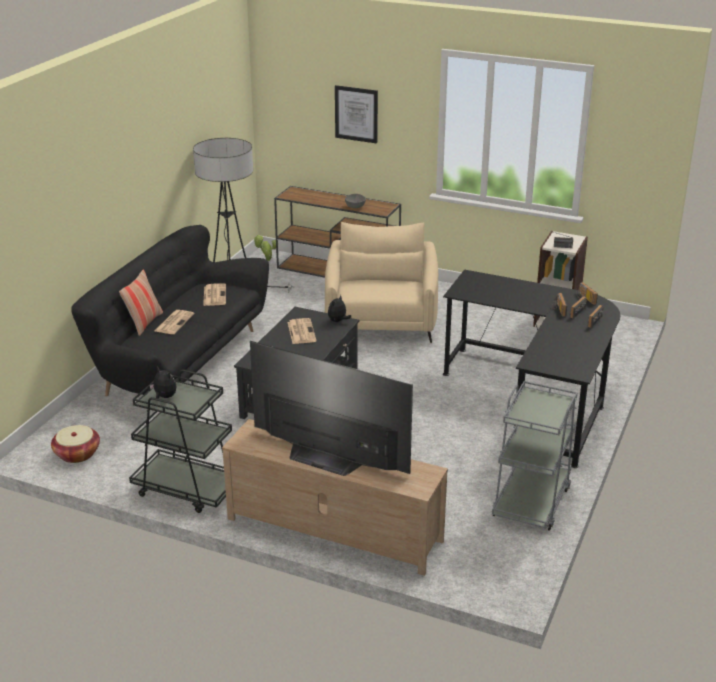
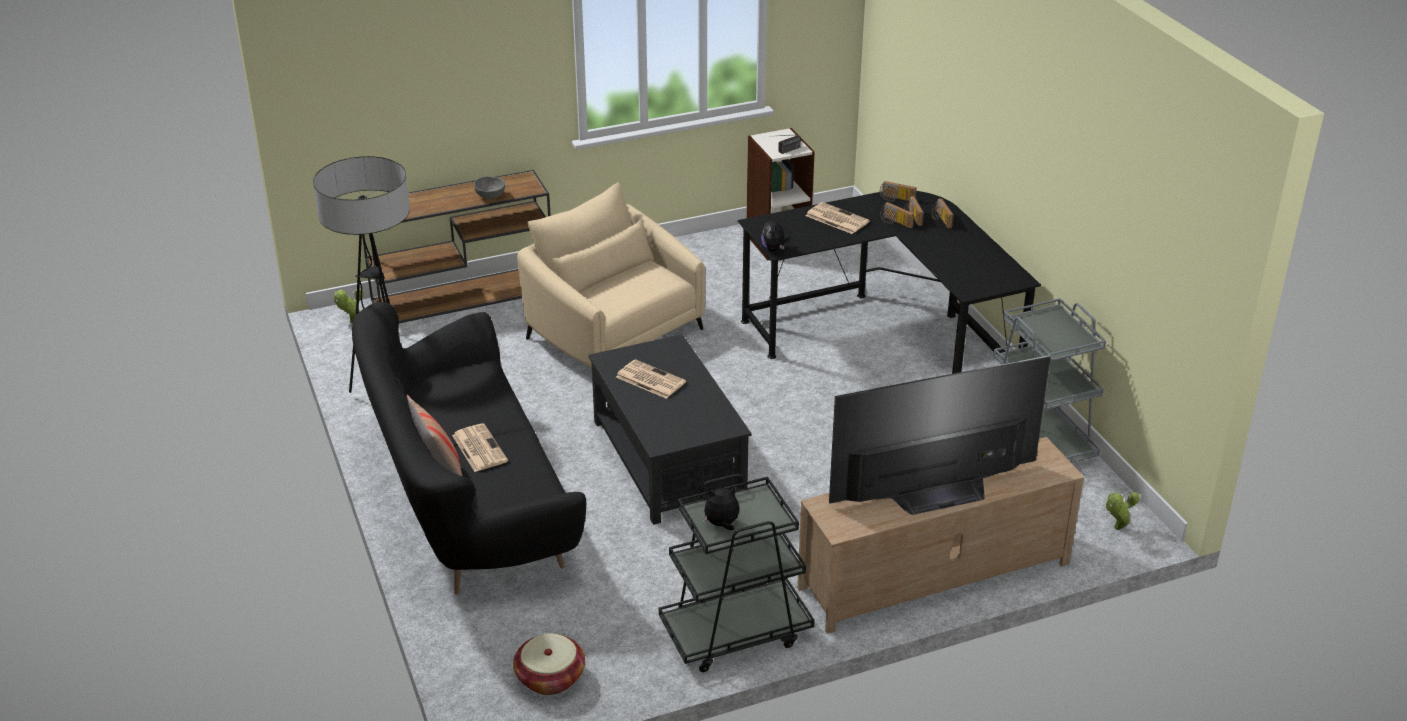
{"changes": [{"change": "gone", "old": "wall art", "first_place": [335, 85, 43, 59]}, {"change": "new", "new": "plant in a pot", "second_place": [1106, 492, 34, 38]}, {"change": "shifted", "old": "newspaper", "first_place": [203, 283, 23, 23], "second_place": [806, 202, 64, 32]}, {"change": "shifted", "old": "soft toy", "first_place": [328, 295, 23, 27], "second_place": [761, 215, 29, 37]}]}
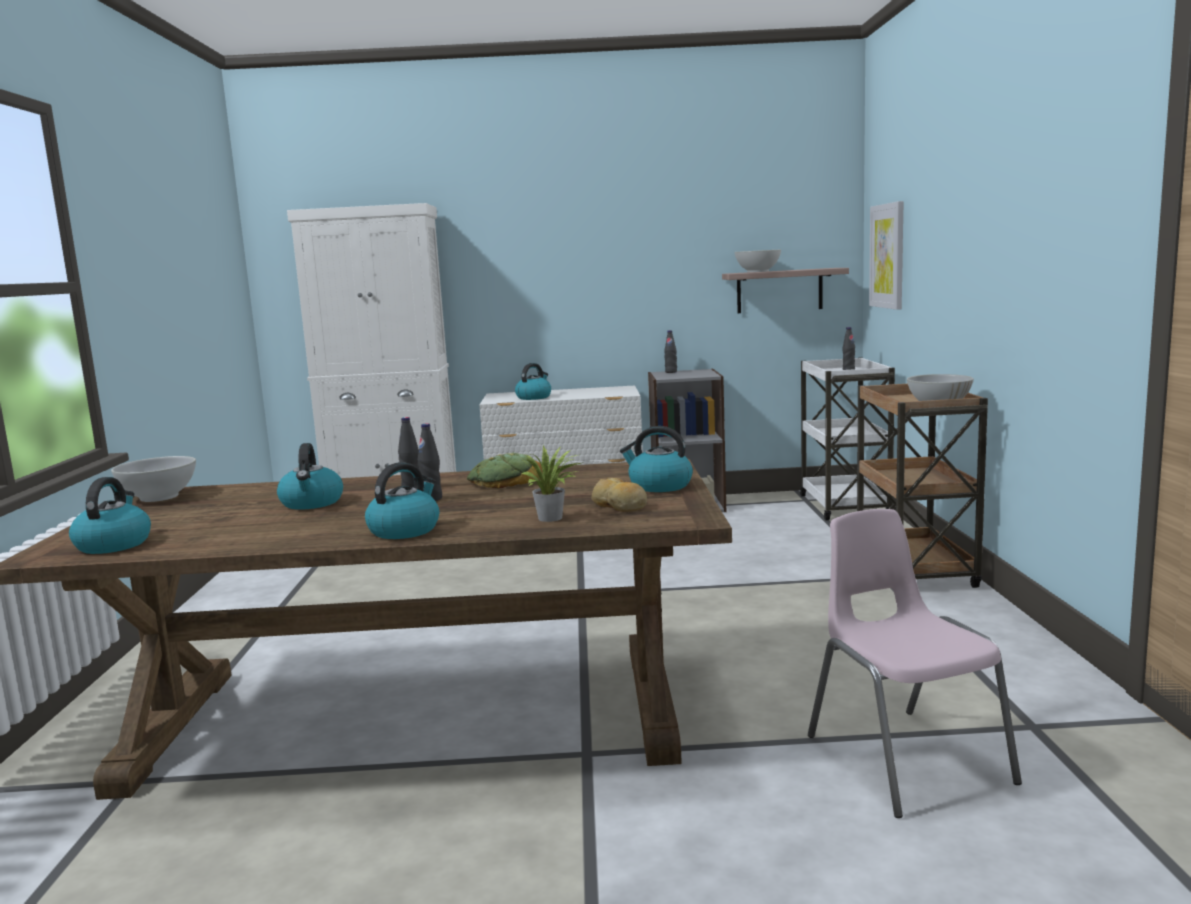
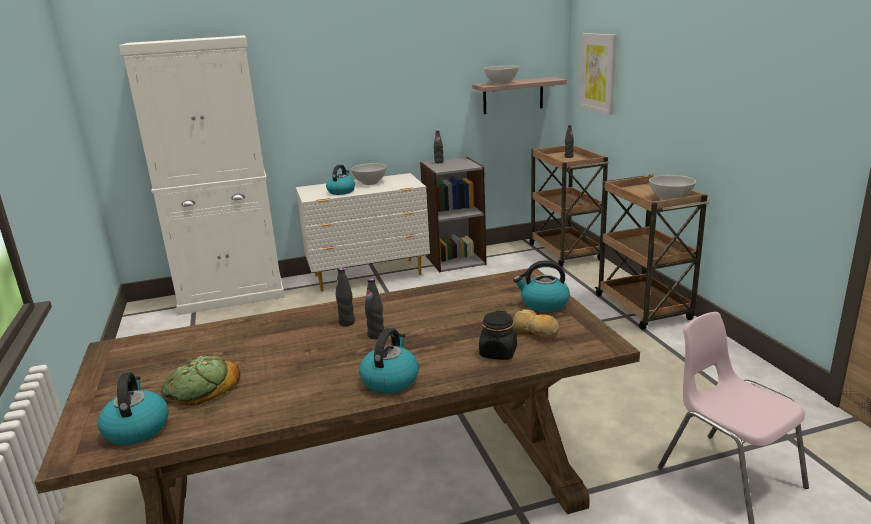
{"changes": [{"change": "gone", "old": "water kettle", "first_place": [277, 443, 66, 67]}, {"change": "shifted", "old": "bowl in whitish", "first_place": [111, 456, 85, 46], "second_place": [351, 163, 36, 22]}, {"change": "shifted", "old": "bakery bread", "first_place": [467, 453, 76, 36], "second_place": [161, 356, 79, 50]}, {"change": "swapped", "old": "plant in a pot", "new": "storage jar in black-coloured", "first_place": [522, 445, 59, 77], "second_place": [479, 311, 38, 49]}, {"change": "repainted", "old": "trolley in whitish", "new": "trolley in brown-coloured", "first_place": [800, 357, 95, 164], "second_place": [529, 145, 80, 122]}]}
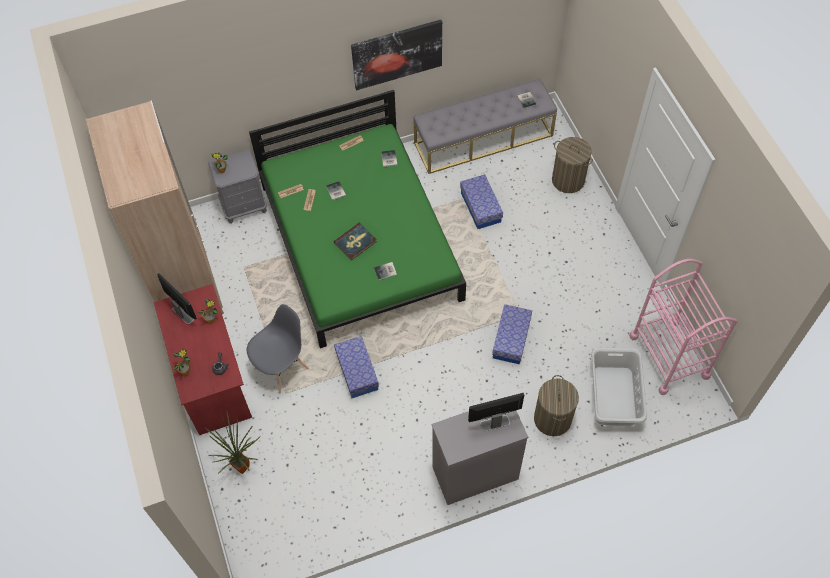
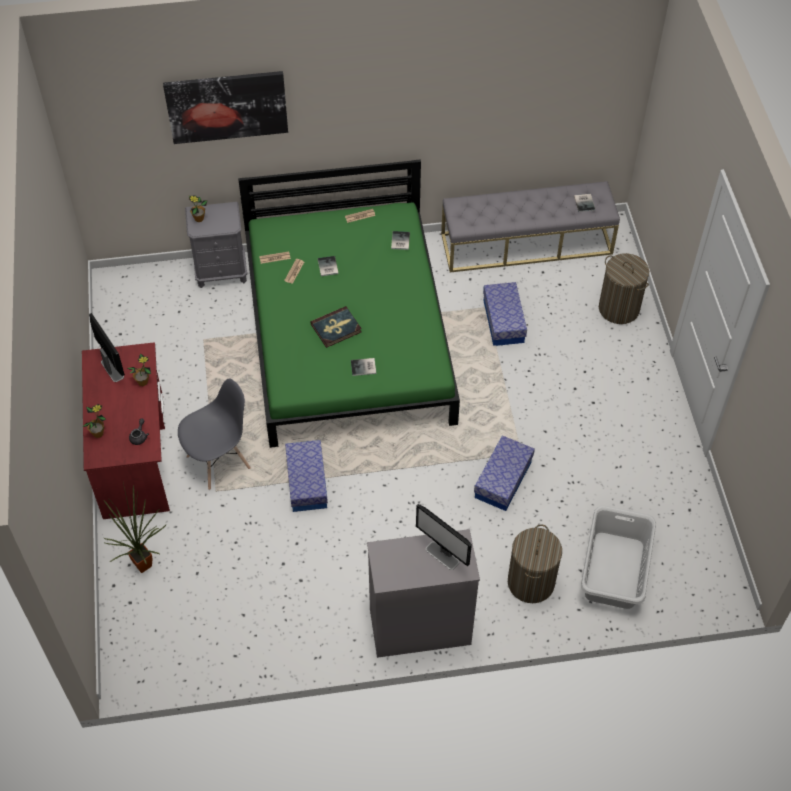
{"changes": [{"change": "gone", "old": "armoire in beige-coloured", "first_place": [86, 101, 138, 213]}, {"change": "gone", "old": "trolley in pinkish", "first_place": [629, 259, 108, 136]}, {"change": "shifted", "old": "wall art", "first_place": [351, 20, 91, 70], "second_place": [163, 71, 125, 73]}, {"change": "rotated", "old": "monitor", "first_place": [468, 393, 56, 39], "second_place": [416, 504, 56, 66], "degrees": -135}]}
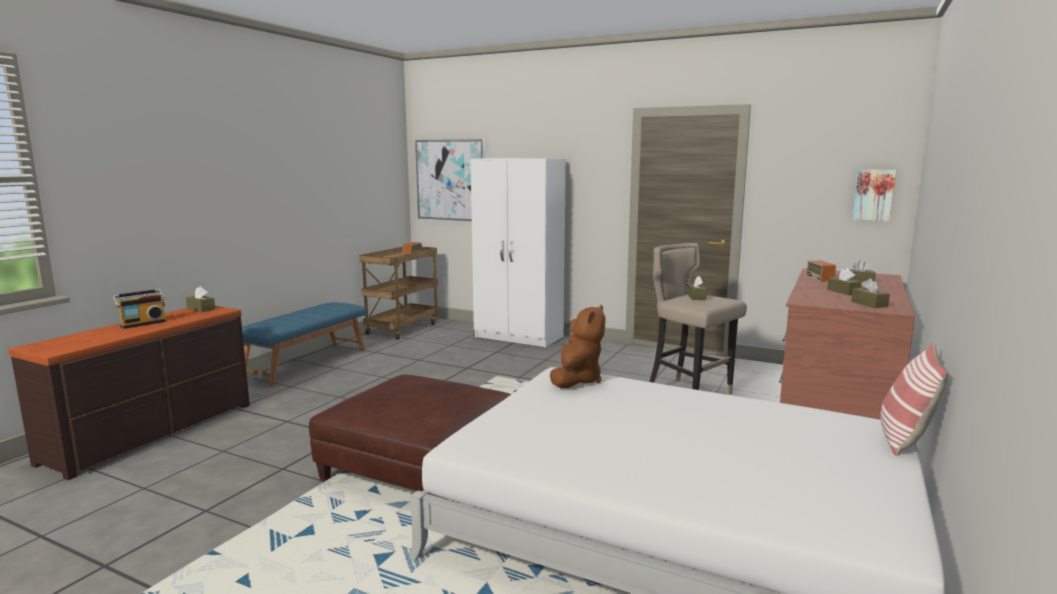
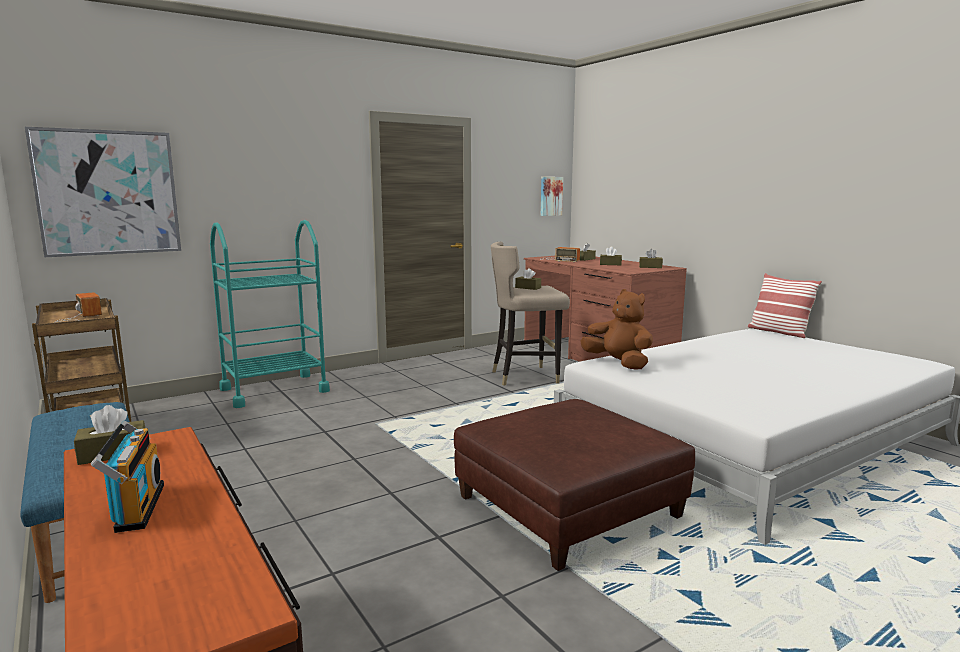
{"changes": [{"change": "swapped", "old": "armoire in whitish", "new": "trolley in blue-green", "first_place": [470, 158, 96, 189], "second_place": [210, 220, 120, 188]}]}
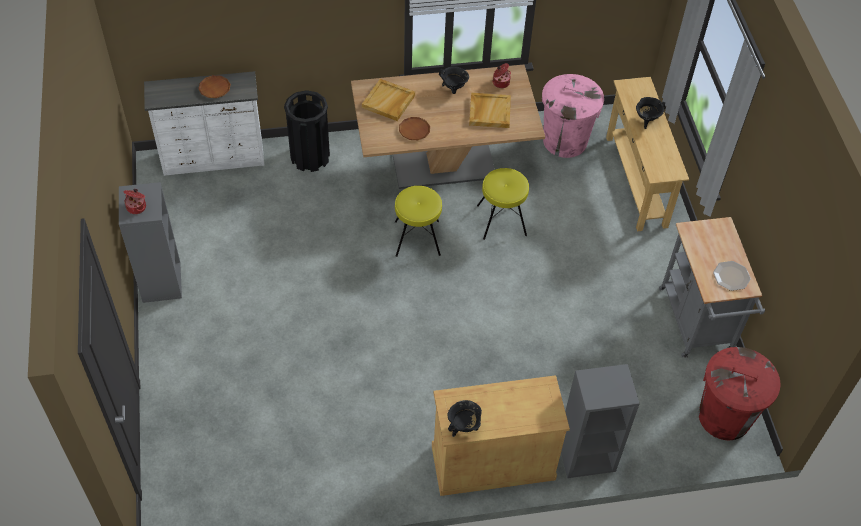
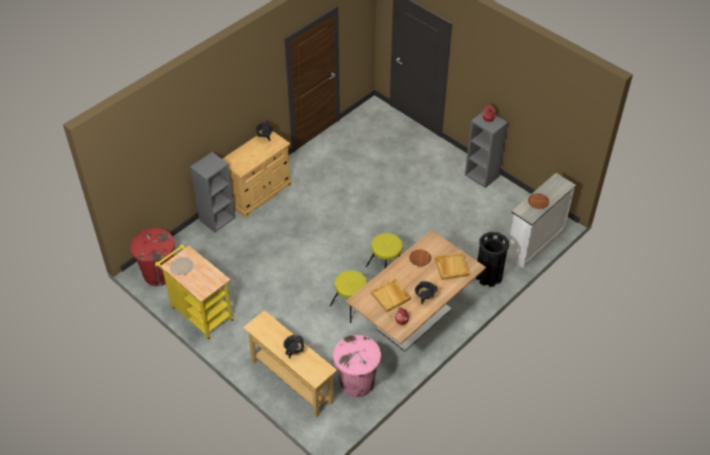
{"changes": [{"change": "repainted", "old": "trolley in grey", "new": "trolley in yellow-coloured", "first_place": [659, 217, 106, 141], "second_place": [155, 245, 79, 95]}]}
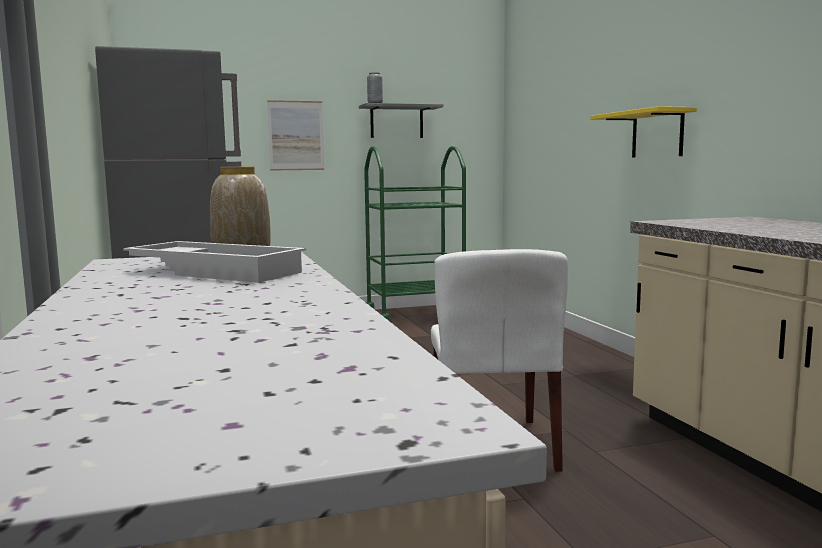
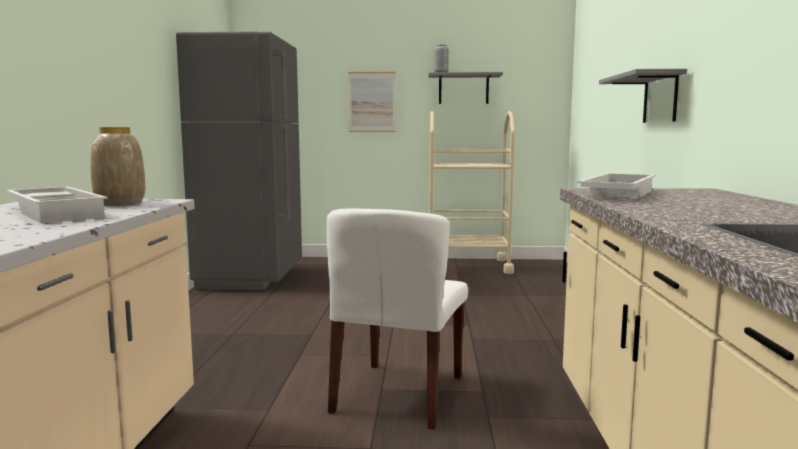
{"changes": [{"change": "new", "new": "serving tray in whitish", "second_place": [577, 173, 78, 25]}, {"change": "repainted", "old": "trolley in green", "new": "trolley in beige-coloured", "first_place": [364, 146, 102, 175], "second_place": [429, 111, 86, 163]}, {"change": "repainted", "old": "wall shelf in yellow-coloured", "new": "wall shelf in grey", "first_place": [590, 106, 107, 52], "second_place": [599, 69, 88, 54]}]}
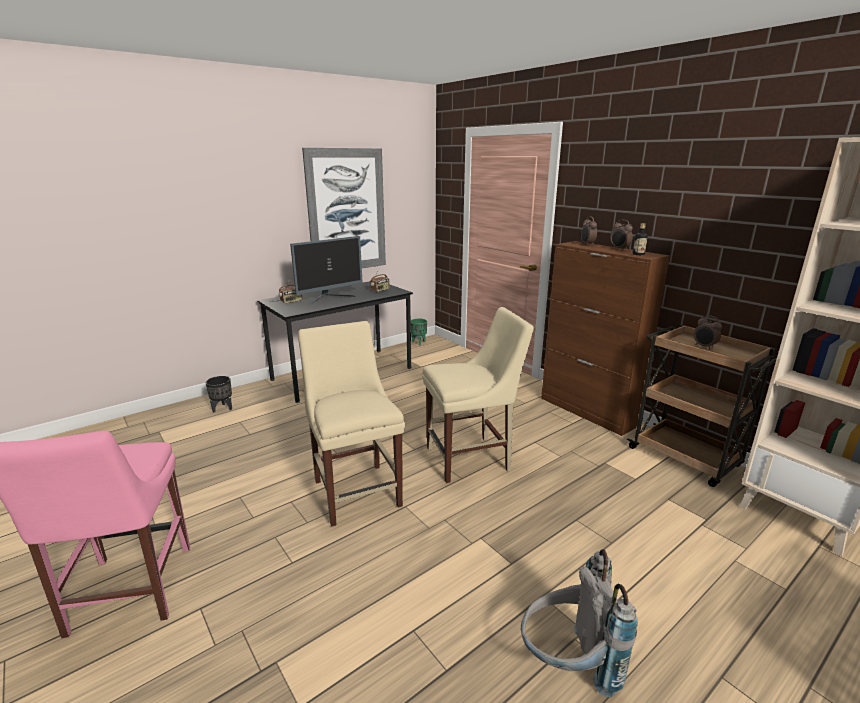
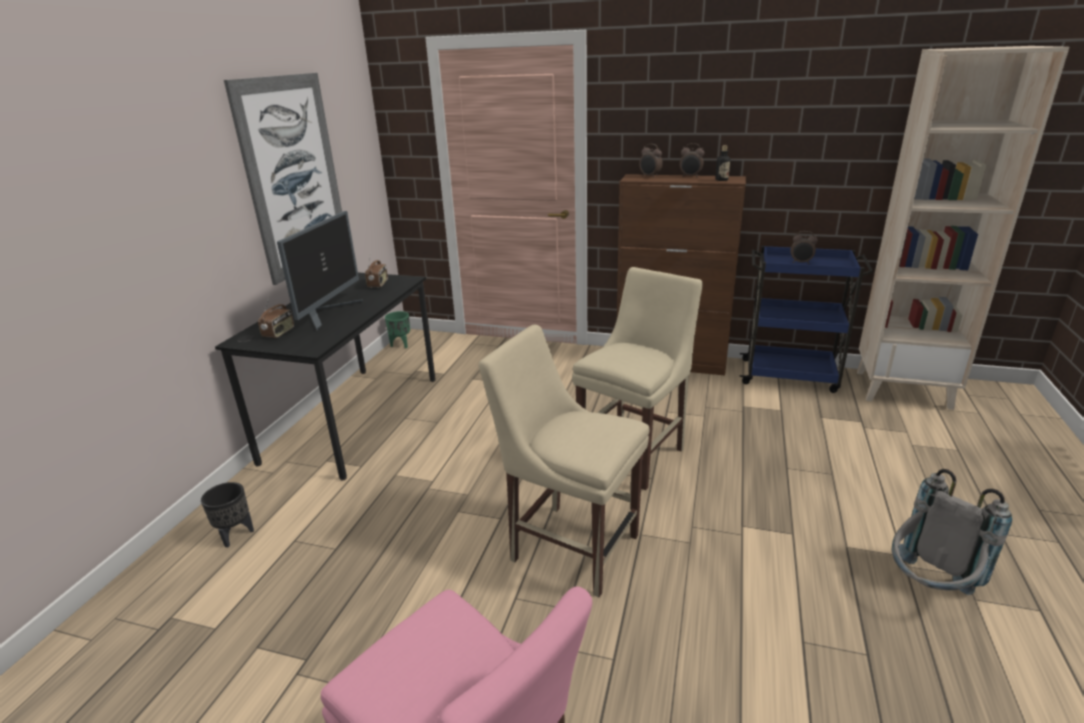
{"changes": [{"change": "repainted", "old": "trolley in brown-coloured", "new": "trolley in blue", "first_place": [627, 325, 151, 162], "second_place": [739, 246, 134, 147]}]}
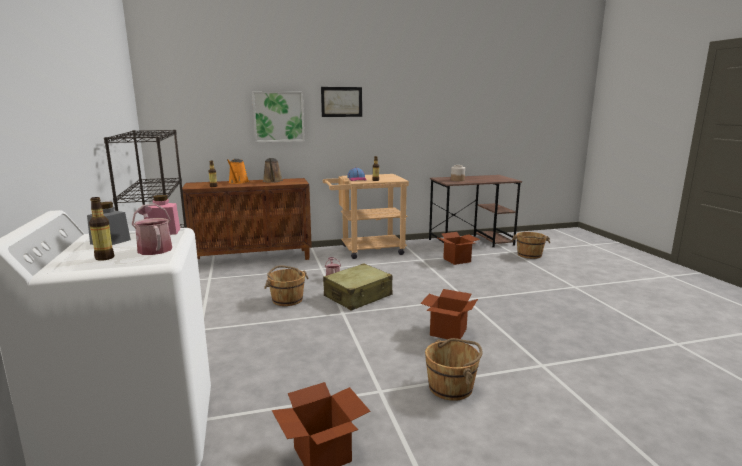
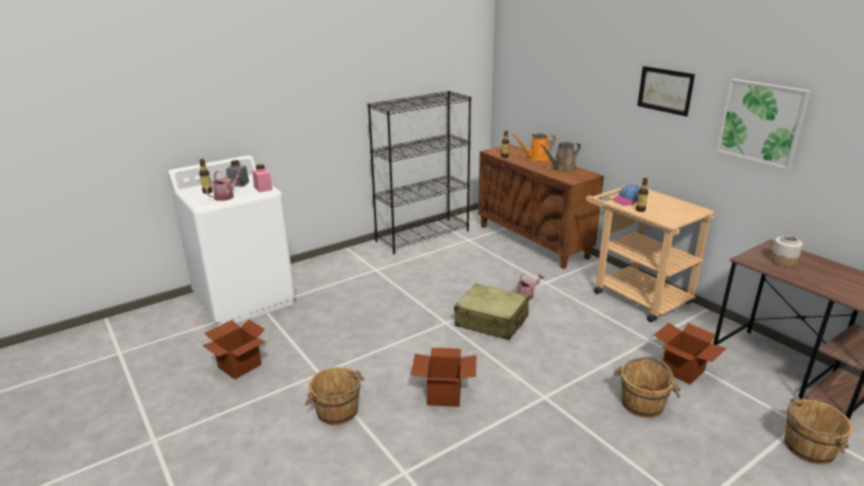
{"changes": [{"change": "shifted", "old": "wall art", "first_place": [252, 91, 53, 51], "second_place": [716, 79, 95, 91]}, {"change": "shifted", "old": "pail in brown-coloured", "first_place": [264, 265, 45, 41], "second_place": [614, 356, 67, 62]}]}
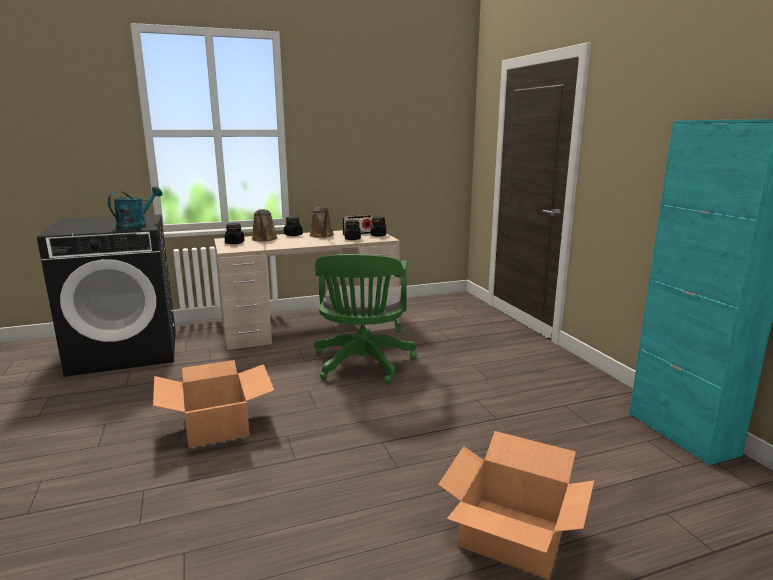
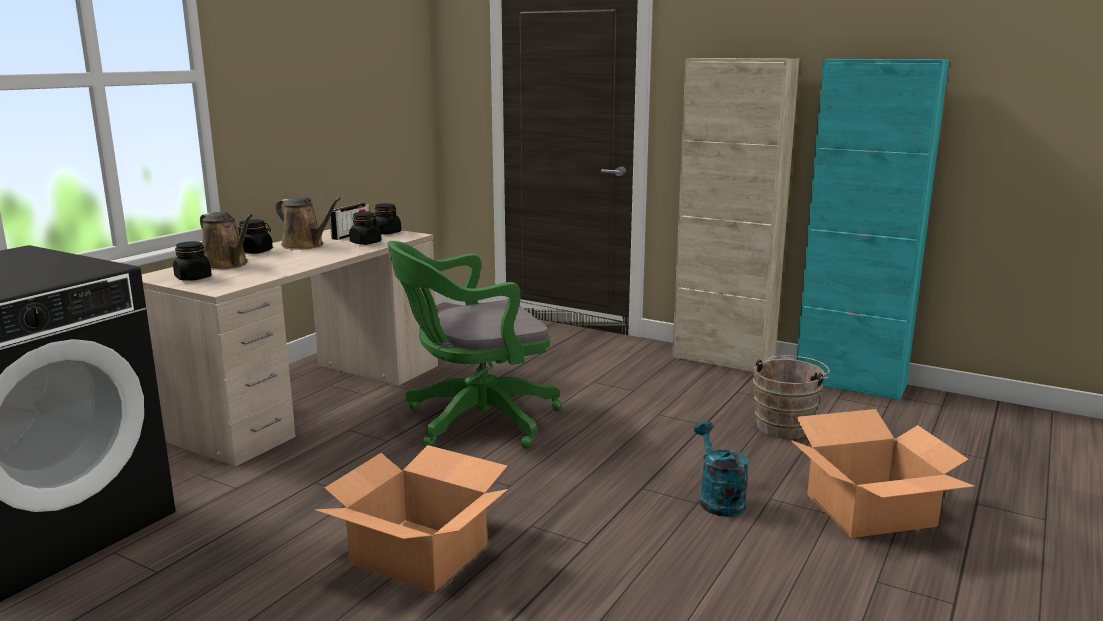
{"changes": [{"change": "new", "new": "cupboard in beige-coloured", "second_place": [672, 58, 128, 314]}, {"change": "new", "new": "pail in brown-coloured", "second_place": [753, 355, 77, 84]}, {"change": "shifted", "old": "watering pot in blue-green", "first_place": [108, 186, 54, 44], "second_place": [694, 421, 55, 96]}, {"change": "rotated", "old": "desk chair in green", "first_place": [314, 254, 103, 130], "second_place": [388, 241, 174, 208], "degrees": 105}]}
